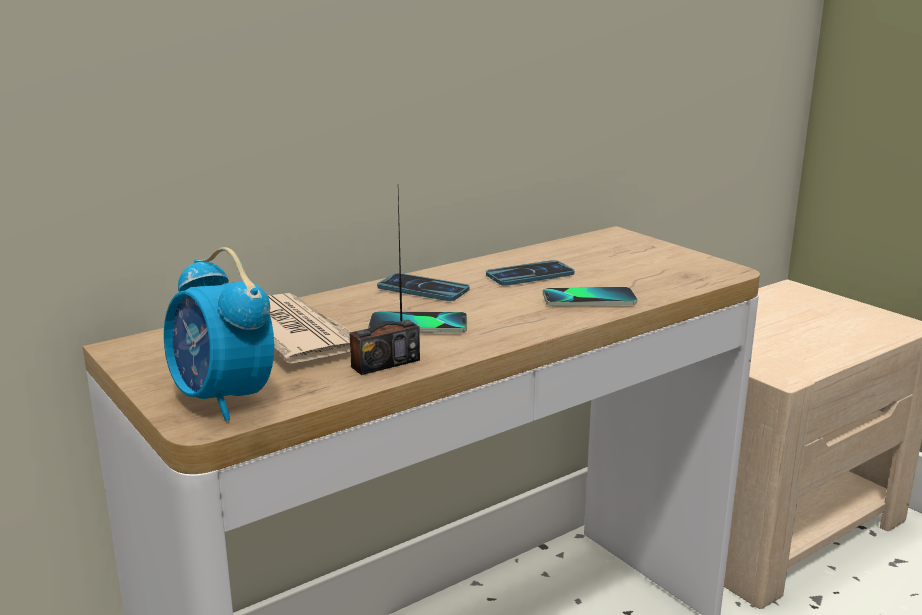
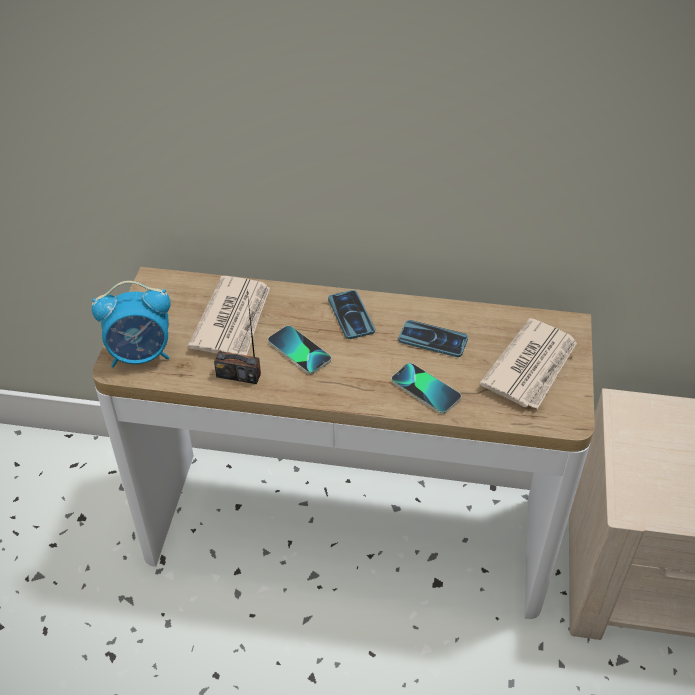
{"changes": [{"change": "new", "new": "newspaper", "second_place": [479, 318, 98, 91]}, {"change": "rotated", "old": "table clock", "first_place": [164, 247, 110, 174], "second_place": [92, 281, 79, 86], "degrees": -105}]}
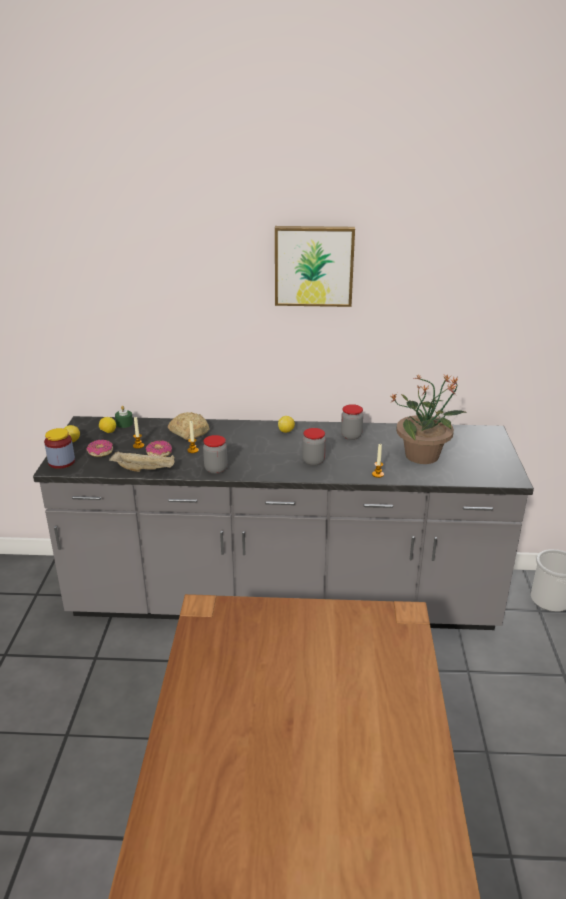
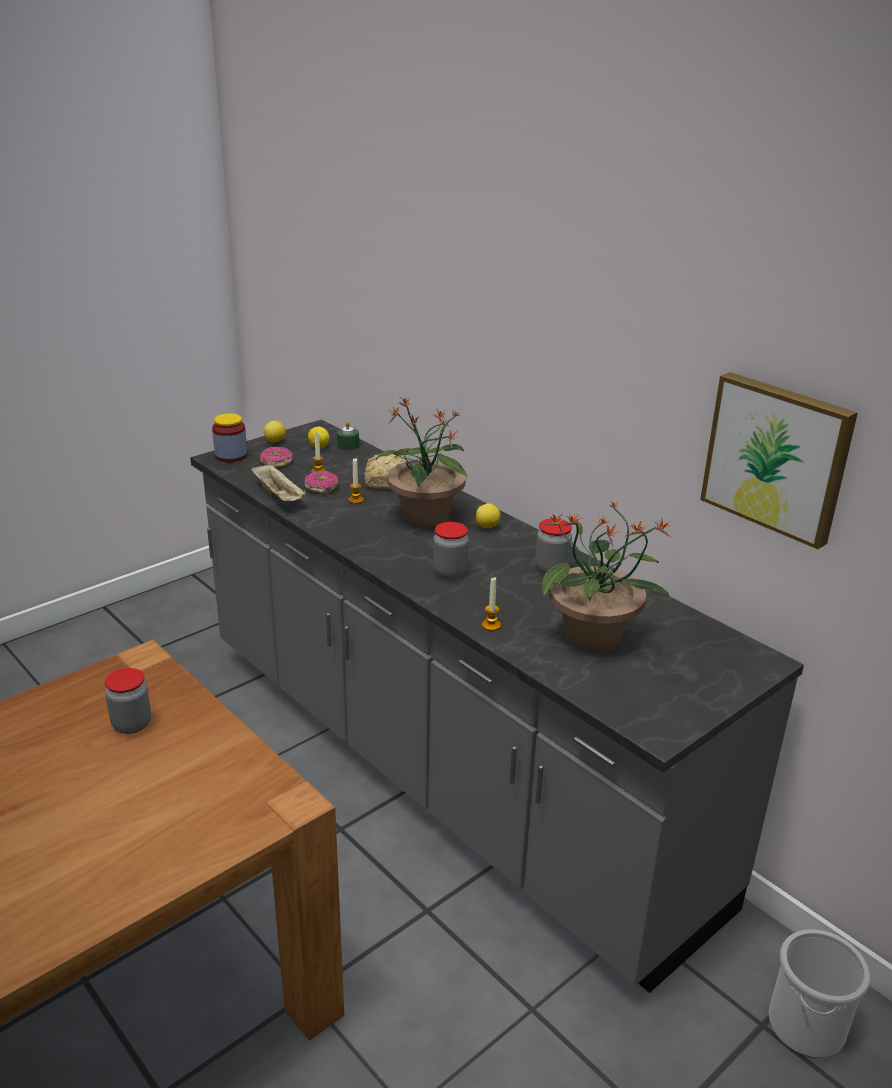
{"changes": [{"change": "new", "new": "plant in a pot", "second_place": [376, 397, 92, 130]}, {"change": "shifted", "old": "storage jar", "first_place": [203, 435, 24, 39], "second_place": [105, 668, 46, 66]}, {"change": "shifted", "old": "wall art", "first_place": [275, 226, 80, 81], "second_place": [700, 372, 158, 177]}]}
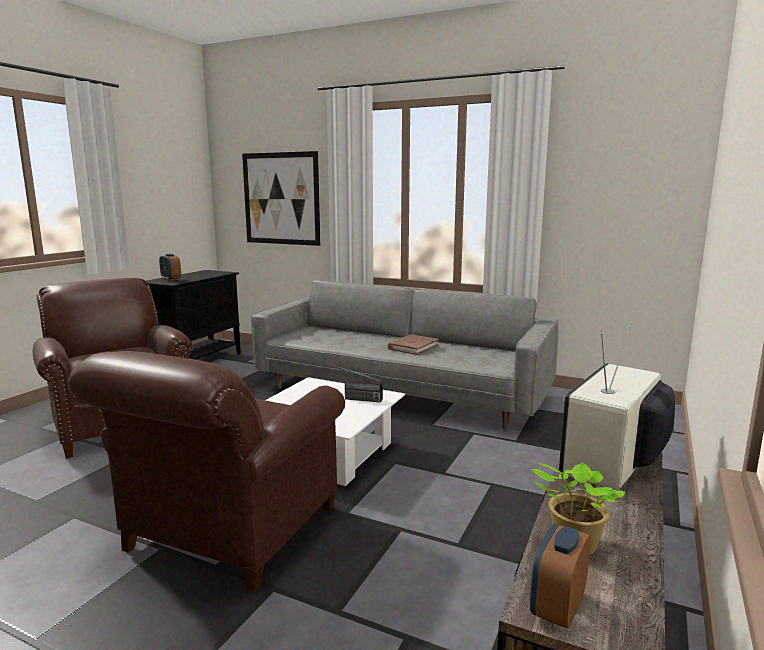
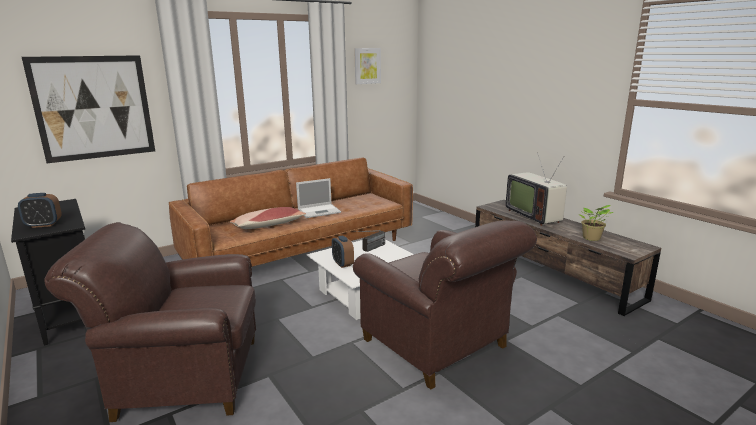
{"changes": [{"change": "new", "new": "cushion", "second_place": [230, 207, 76, 22]}, {"change": "new", "new": "wall art", "second_place": [354, 48, 27, 36]}, {"change": "shifted", "old": "table clock", "first_place": [530, 524, 61, 104], "second_place": [332, 235, 22, 33]}, {"change": "swapped", "old": "bound book in brown-coloured", "new": "notebook computer", "first_place": [388, 334, 51, 21], "second_place": [296, 178, 45, 40]}, {"change": "repainted", "old": "settee in grey", "new": "settee in brown-coloured", "first_place": [251, 280, 307, 150], "second_place": [169, 158, 244, 109]}]}
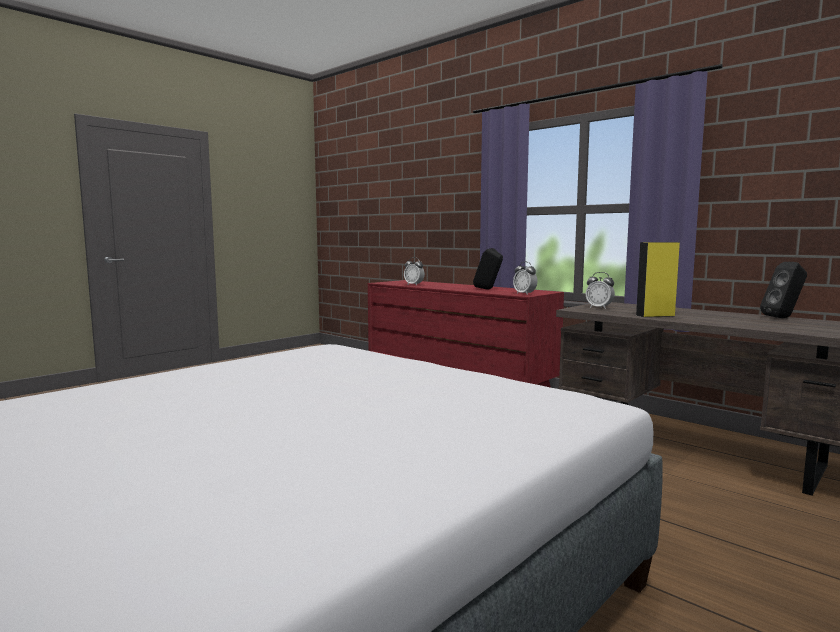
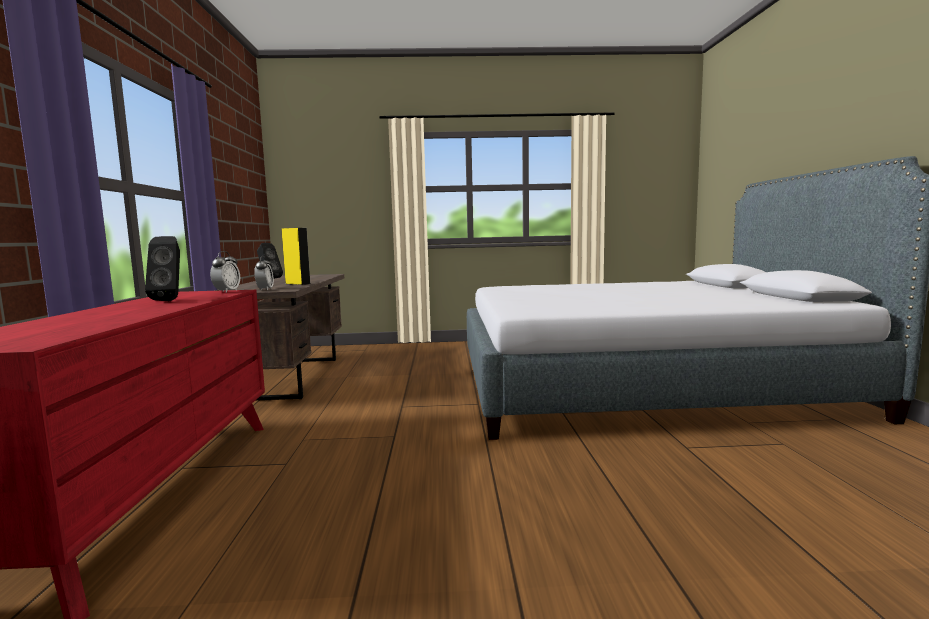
{"changes": [{"change": "gone", "old": "table clock", "first_place": [404, 257, 21, 28]}]}
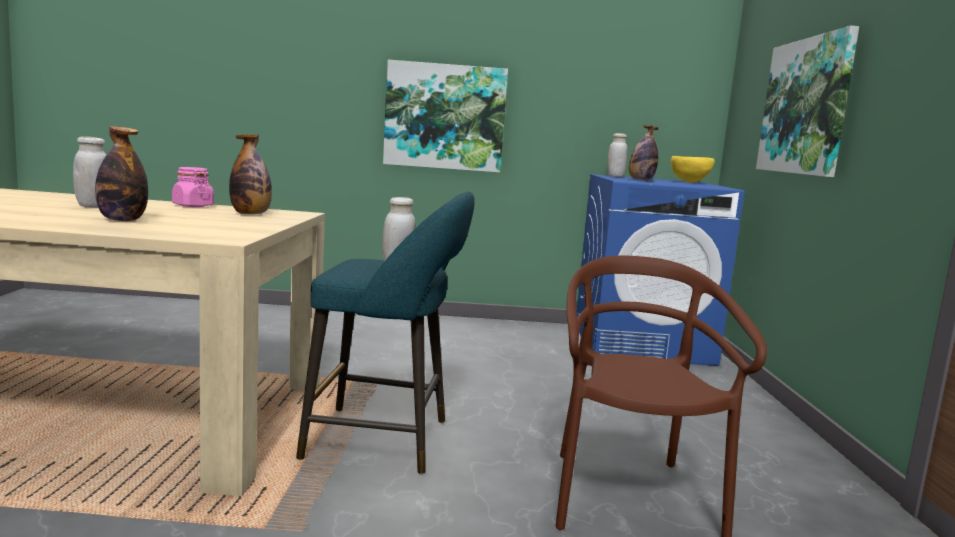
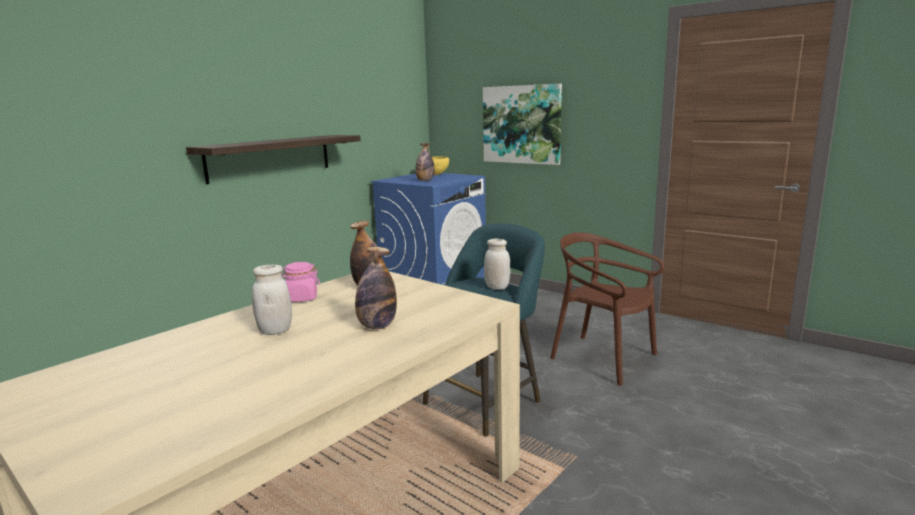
{"changes": [{"change": "gone", "old": "storage jar in whitish", "first_place": [607, 133, 20, 44]}, {"change": "swapped", "old": "wall art", "new": "wall shelf", "first_place": [383, 60, 125, 112], "second_place": [186, 135, 175, 49]}]}
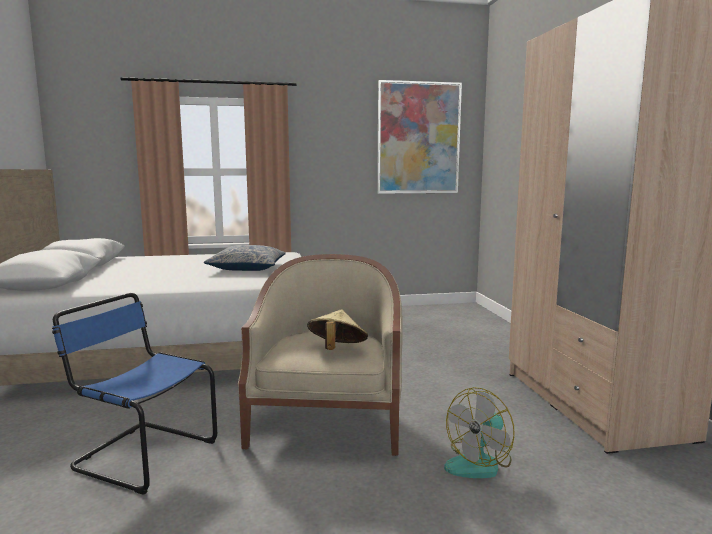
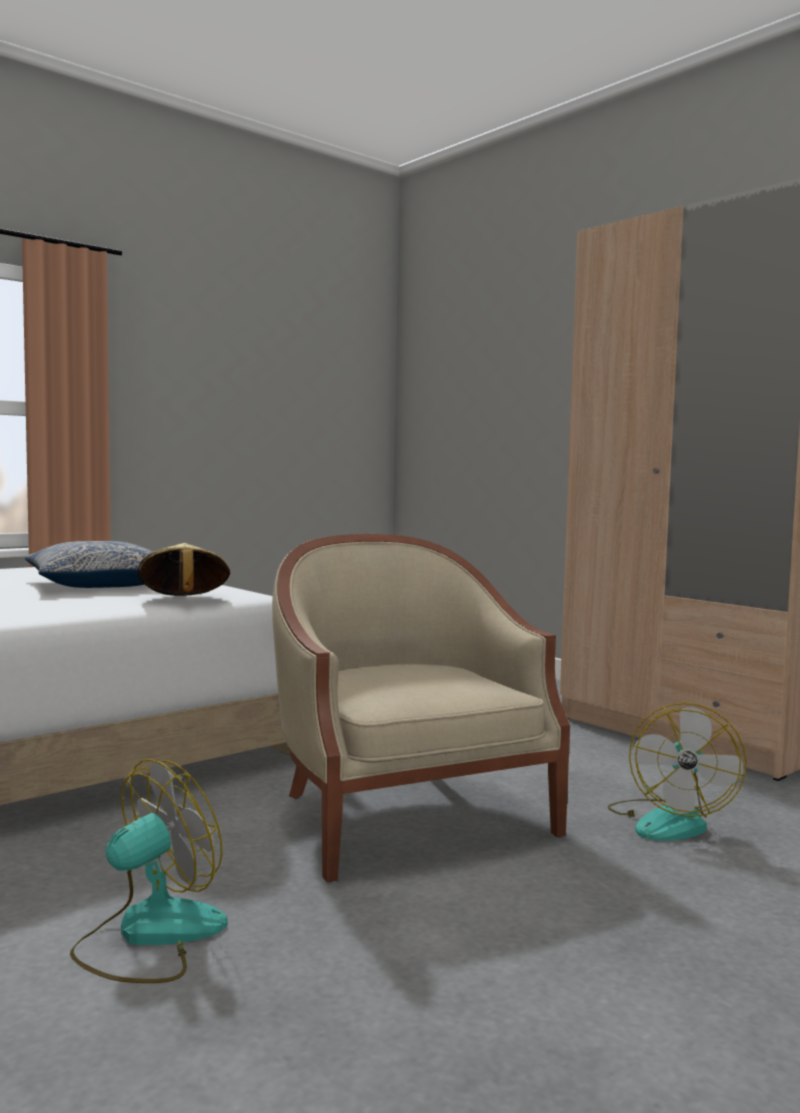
{"changes": [{"change": "gone", "old": "wall art", "first_place": [377, 80, 85, 114]}, {"change": "shifted", "old": "hat in beige-coloured", "first_place": [307, 309, 61, 41], "second_place": [137, 543, 93, 53]}, {"change": "swapped", "old": "chair in blue", "new": "cooling fan", "first_place": [52, 293, 165, 202], "second_place": [70, 759, 158, 224]}]}
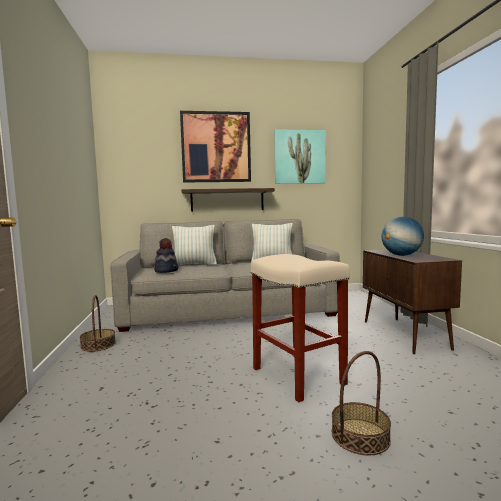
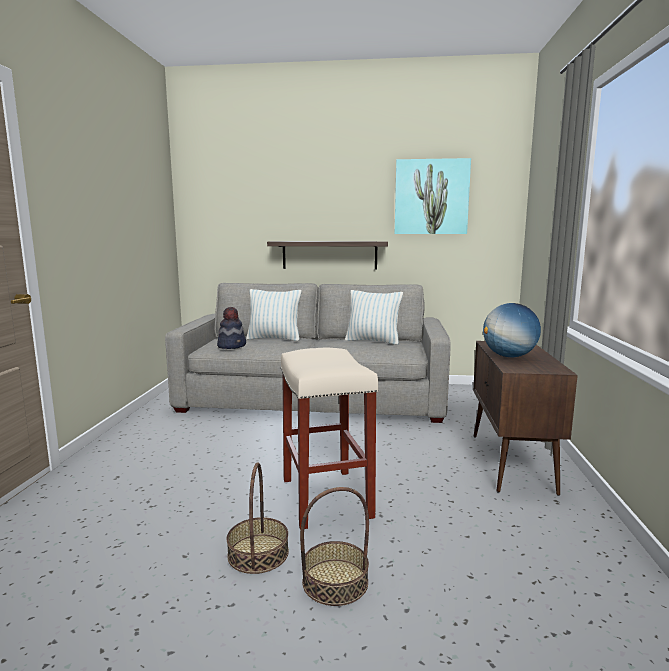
{"changes": [{"change": "gone", "old": "wall art", "first_place": [180, 111, 71, 71]}, {"change": "shifted", "old": "storage basket", "first_place": [80, 295, 36, 57], "second_place": [227, 463, 62, 111]}]}
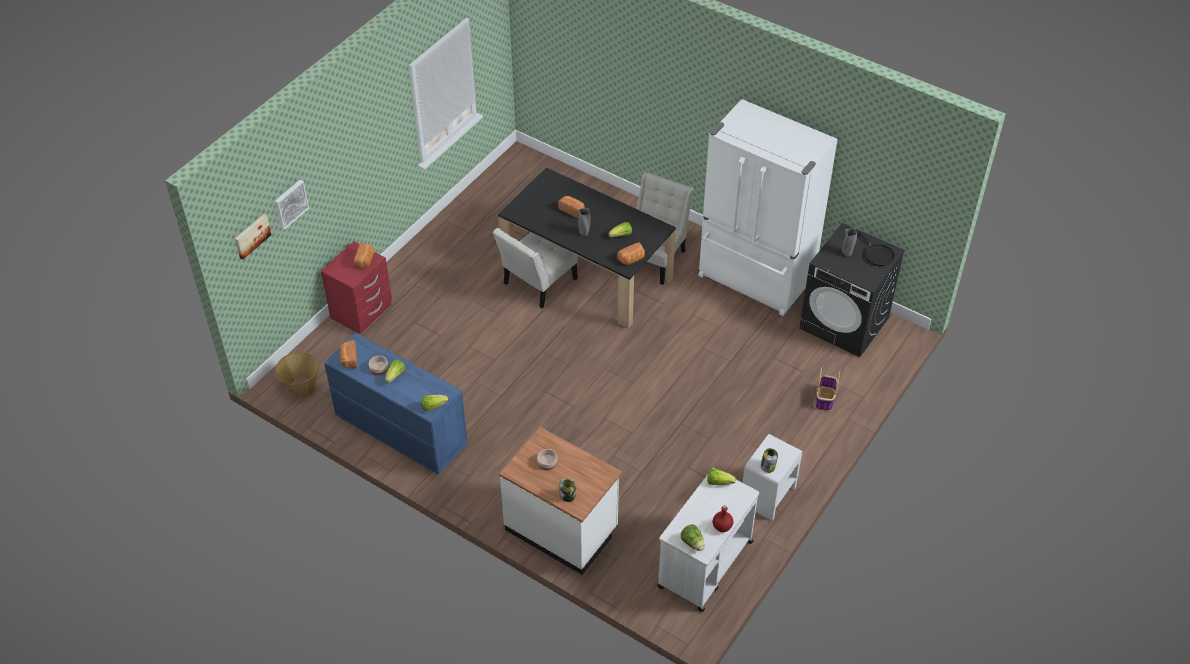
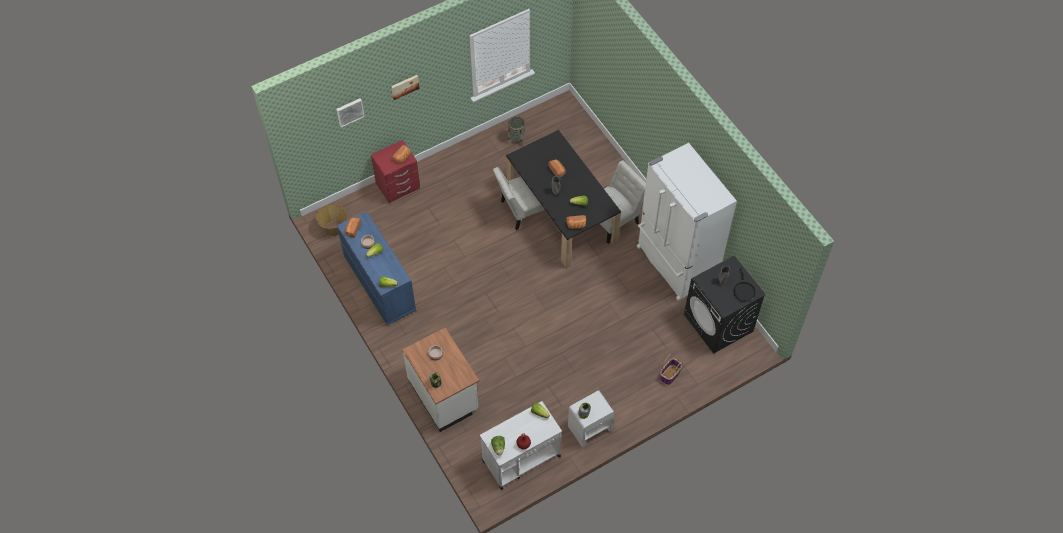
{"changes": [{"change": "new", "new": "storage basket", "second_place": [507, 116, 18, 30]}, {"change": "shifted", "old": "wall art", "first_place": [235, 214, 36, 46], "second_place": [391, 75, 29, 25]}]}
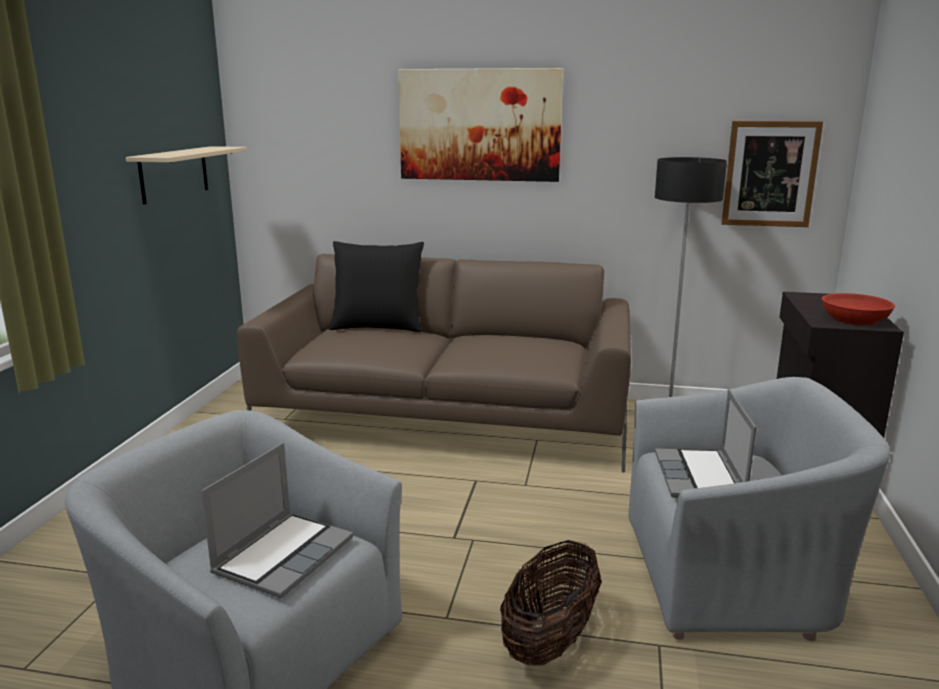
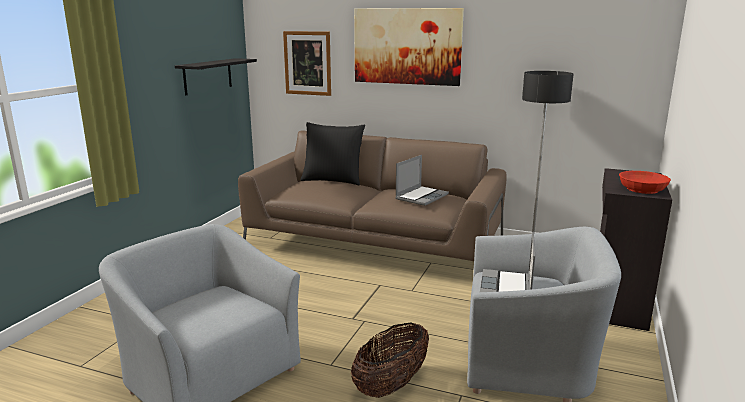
{"changes": [{"change": "shifted", "old": "notebook computer", "first_place": [201, 443, 152, 155], "second_place": [395, 155, 54, 51]}, {"change": "shifted", "old": "wall art", "first_place": [722, 121, 101, 106], "second_place": [283, 31, 48, 65]}, {"change": "repainted", "old": "wall shelf in beige-coloured", "new": "wall shelf in black-coloured", "first_place": [126, 146, 121, 59], "second_place": [175, 58, 82, 37]}]}
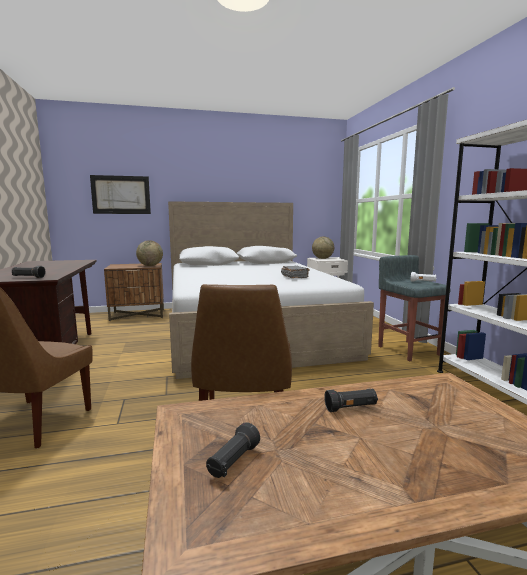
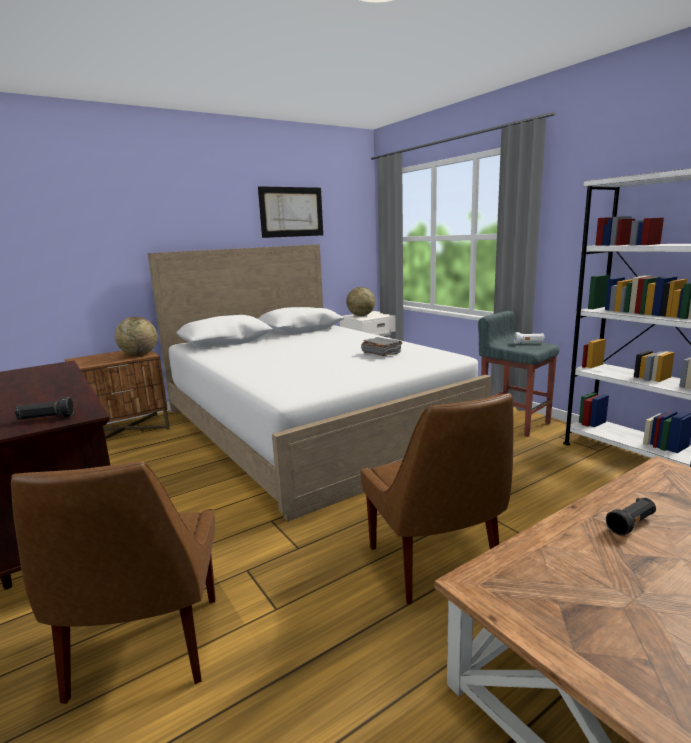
{"changes": [{"change": "gone", "old": "hand torch in black-coloured", "first_place": [206, 422, 54, 56]}, {"change": "shifted", "old": "wall art", "first_place": [90, 175, 61, 39], "second_place": [258, 186, 65, 52]}]}
